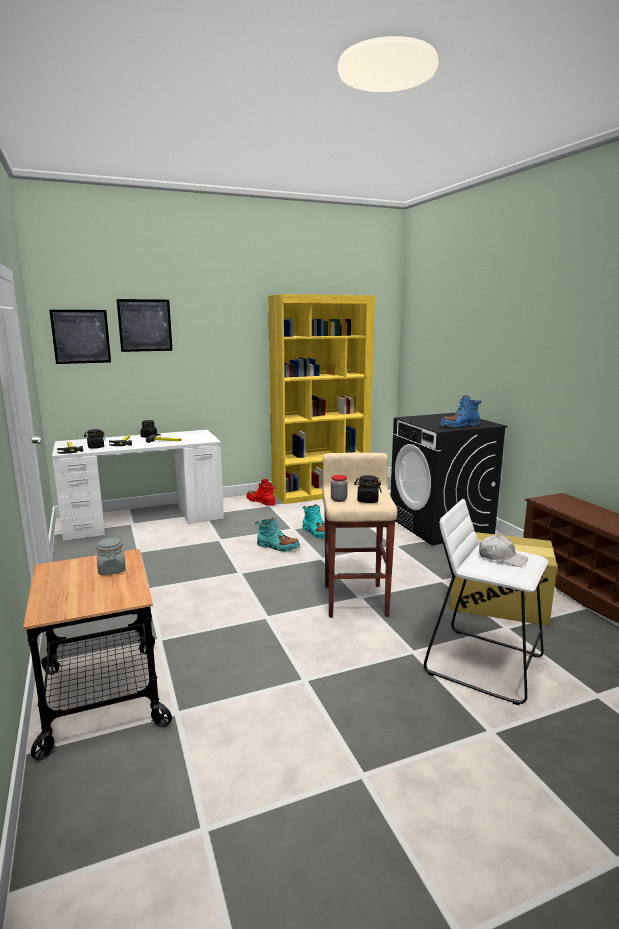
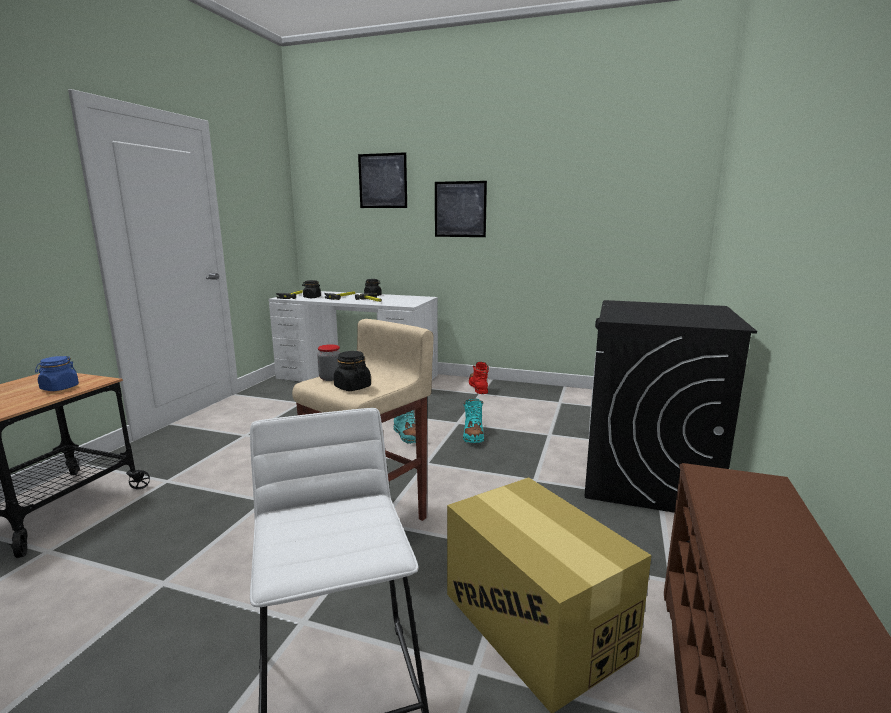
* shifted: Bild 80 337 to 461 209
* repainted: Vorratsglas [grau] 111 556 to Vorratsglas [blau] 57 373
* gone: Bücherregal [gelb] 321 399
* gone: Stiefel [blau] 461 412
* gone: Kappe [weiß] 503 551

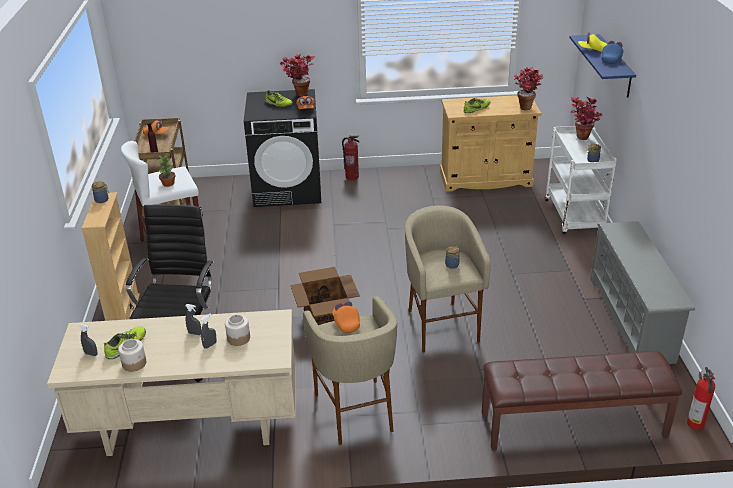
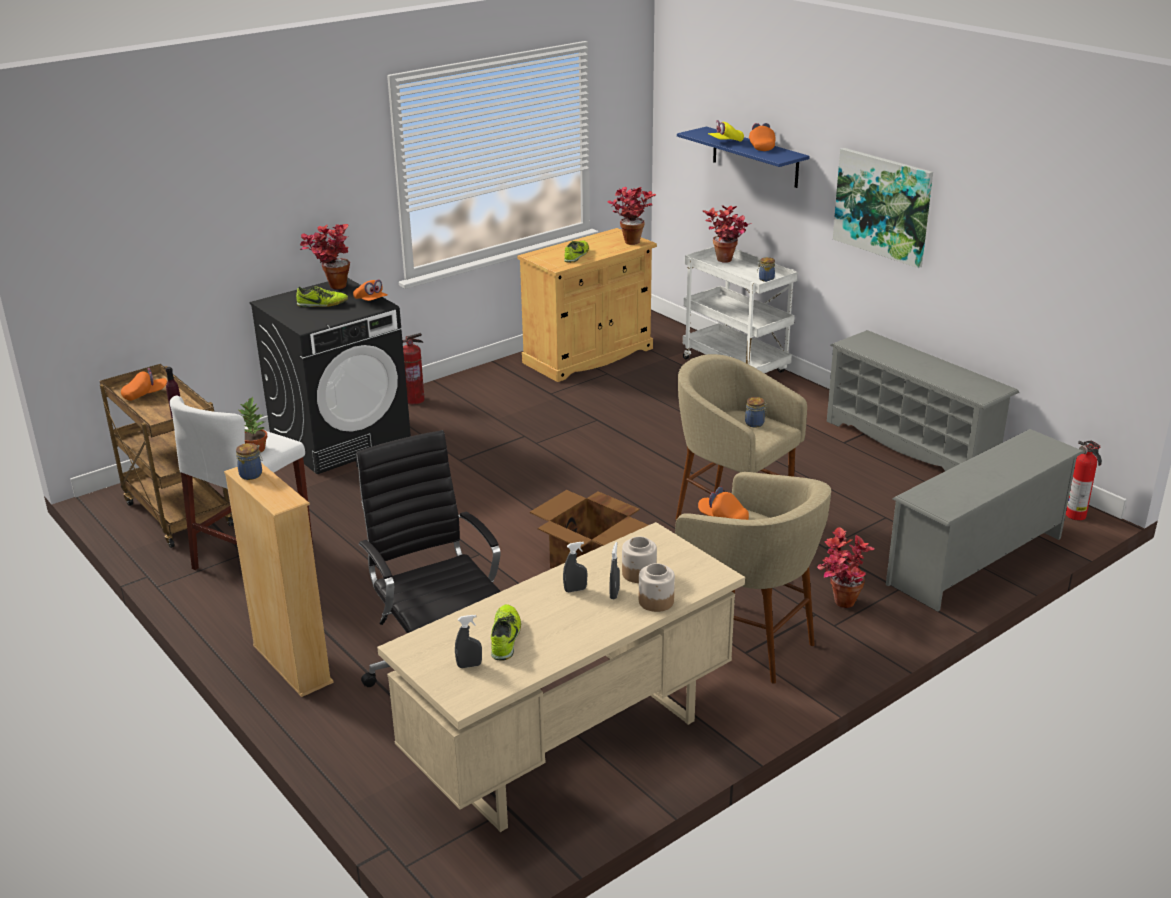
* shifted: Vorratsglas 132 355 to 657 587
* swapped: Bank [braun] 582 400 to Schuhregal [grau] 985 520
* repainted: Kappe [blau] 612 52 to Kappe [orange] 762 137
* new: Topfpflanze 846 567
* new: Bild 883 208

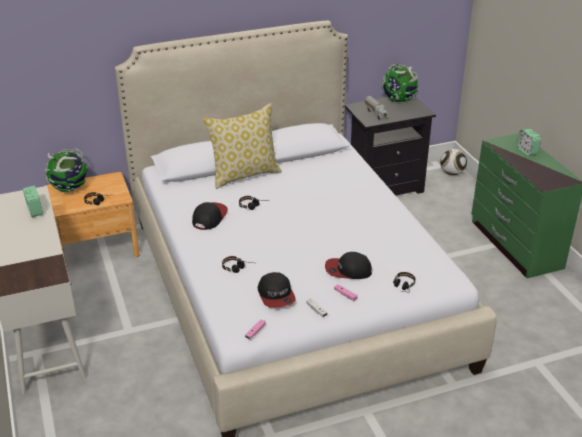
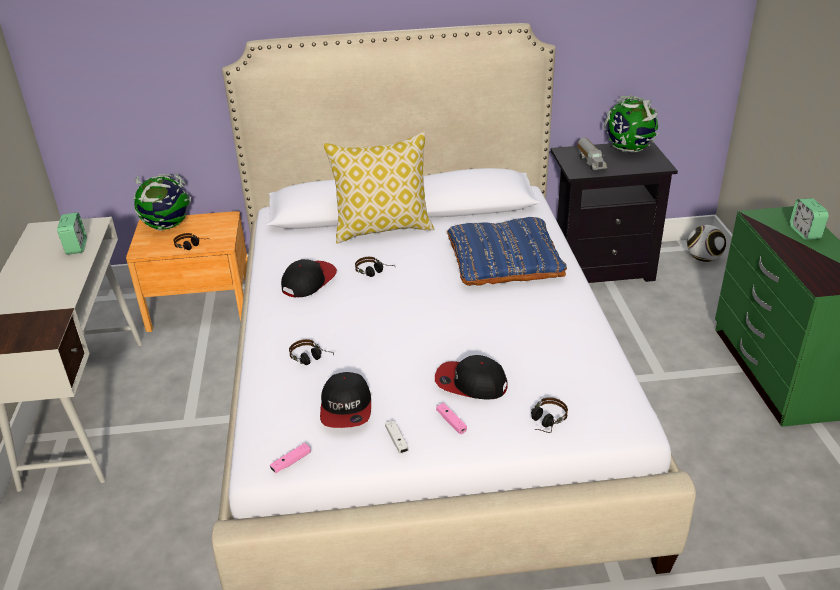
* new: Kissen [blau] 507 251

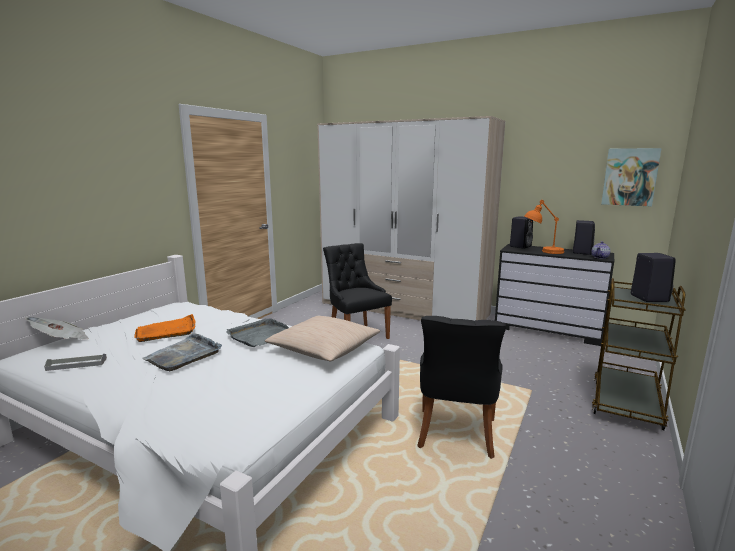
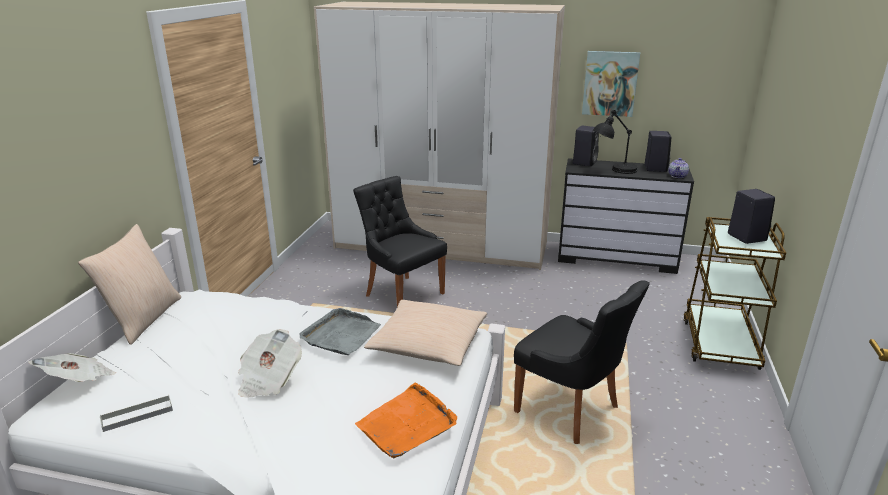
* shifted: Tablett [orange] 164 328 to 406 420
* swapped: Tablett [grau] 182 352 to Zeitung 270 363
* rotated: Stuhl [schwarz] 461 387 = 582 362 45 degrees counterclockwise
* repainted: Tischlampe [orange] 544 227 to Tischlampe [schwarz] 615 142
* shifted: Bild 631 177 to 611 84
* new: Kissen [beige] 129 284

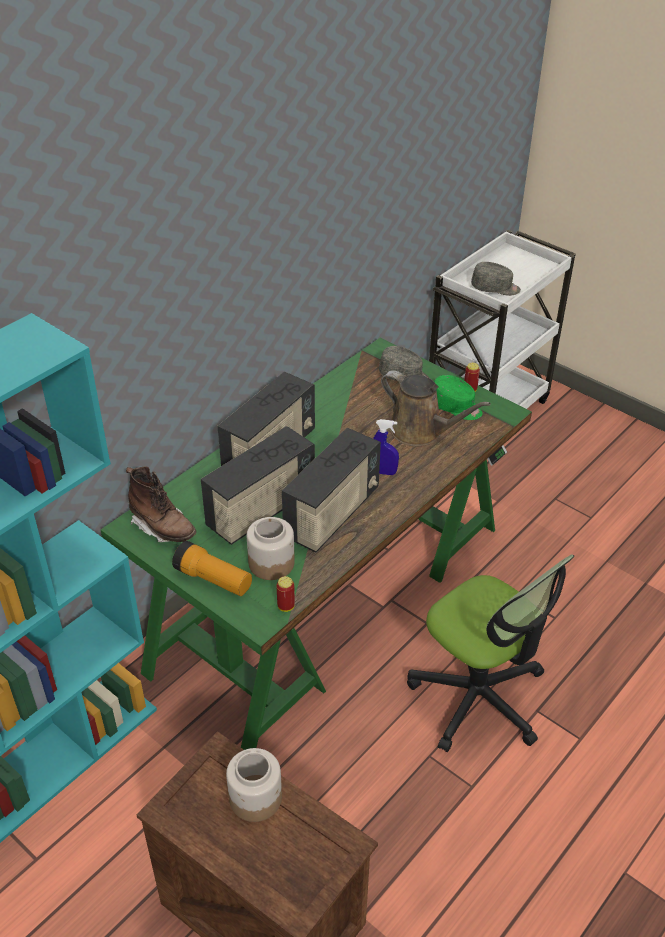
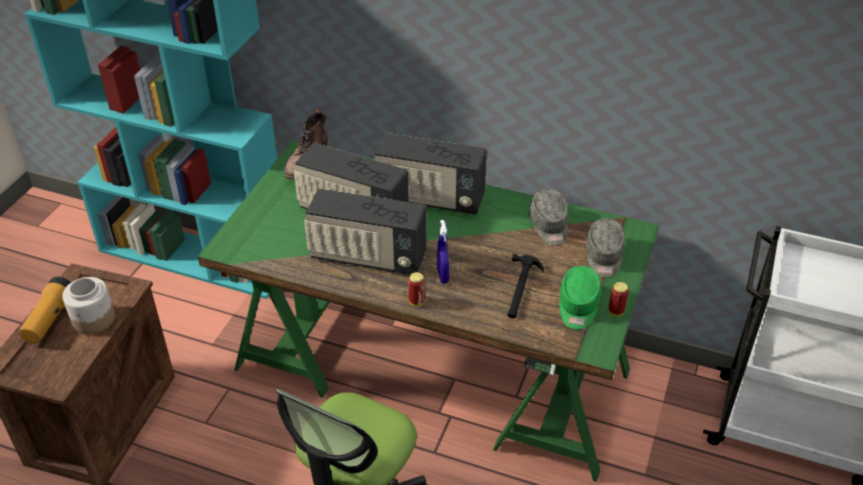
* shifted: Taschenlampe 212 568 to 45 310
* gone: Vorratsglas 271 548
* shifted: Dose 285 594 to 416 289
* swapped: Gießkanne [braun] 436 408 to Hammer 525 286
* shifted: Kappe [grau] 496 279 to 548 217

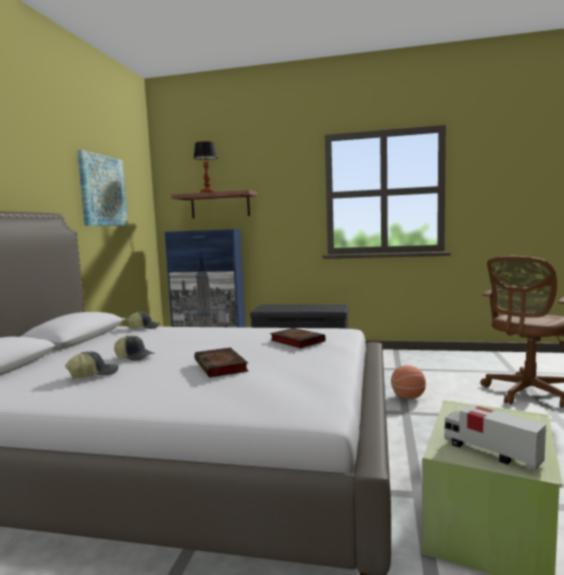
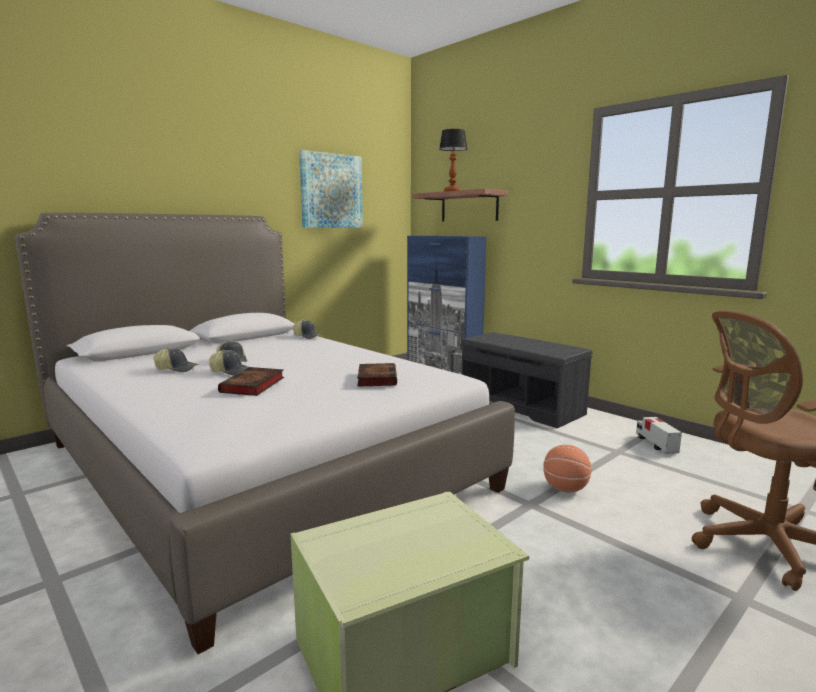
* shifted: Spielzeuglaster 495 437 to 659 435
* new: Kappe 229 363

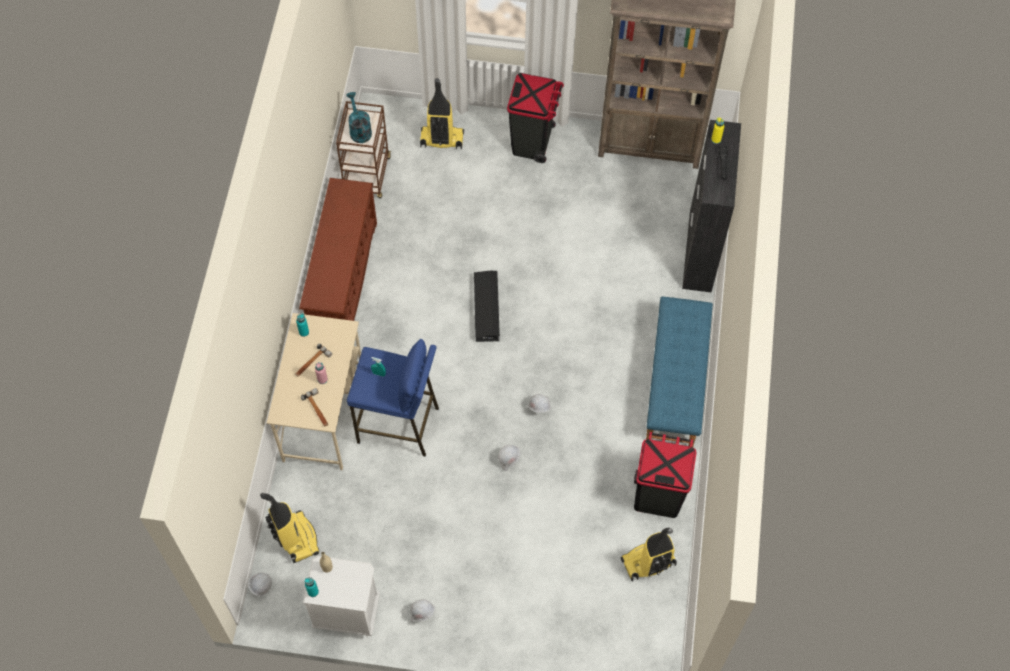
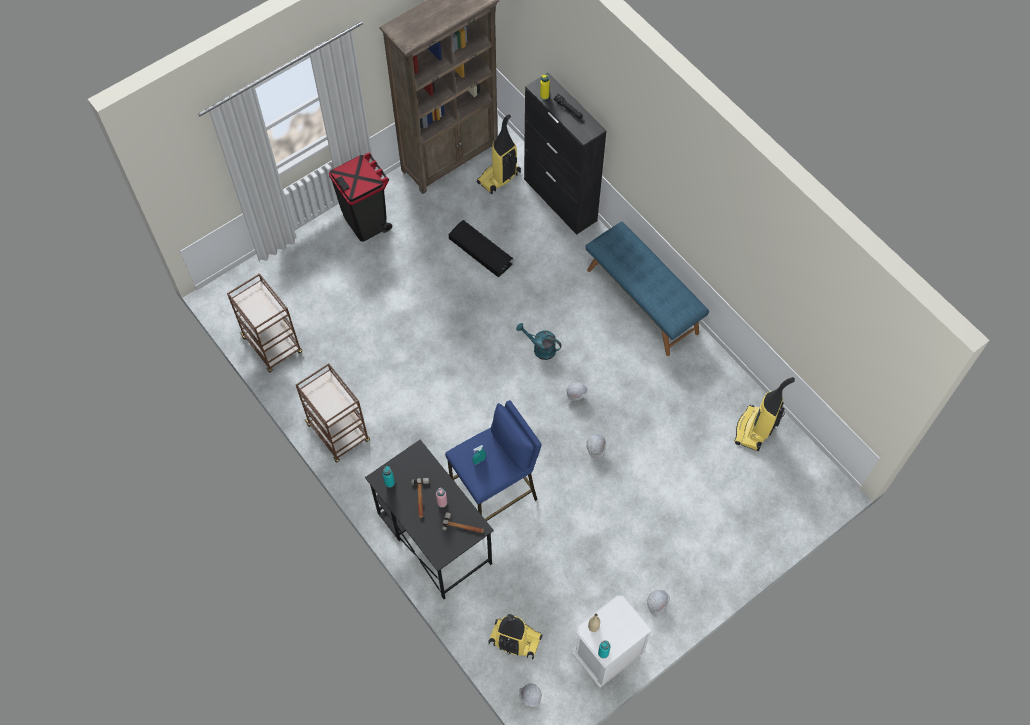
* repainted: Schreibtisch [beige] 314 391 to Schreibtisch [schwarz] 429 519
* swapped: Schuhregal [braun] 338 249 to Rollwagen [braun] 333 412
* shifted: Gießkanne [türkis] 359 117 to 538 341
* shifted: Staubsauger 442 113 to 499 154
* shifted: Aufbewahrungsbox [schwarz] 487 306 to 481 249
* gone: Mülleimer [schwarz] 665 475

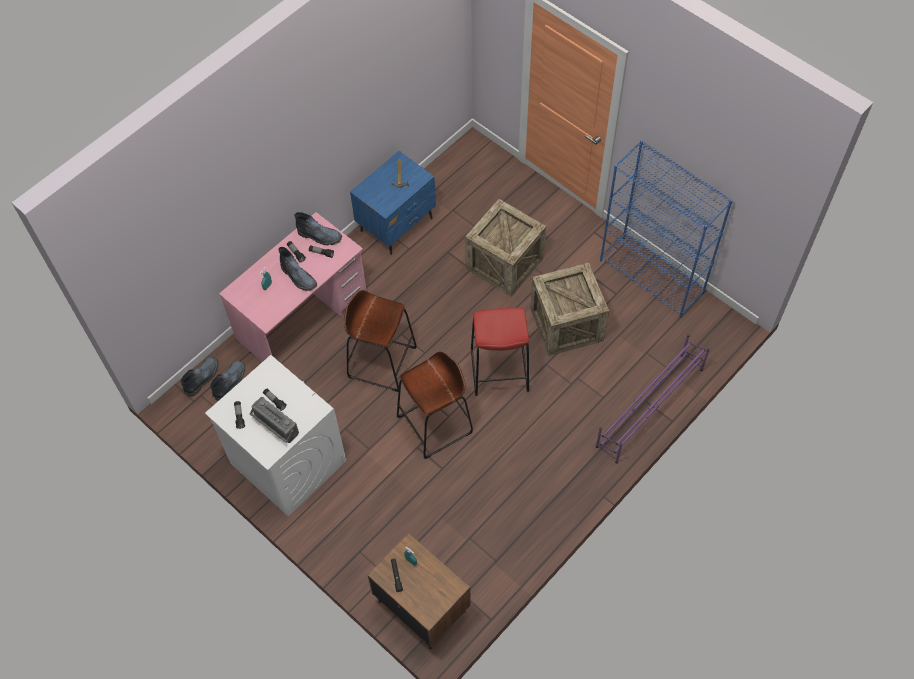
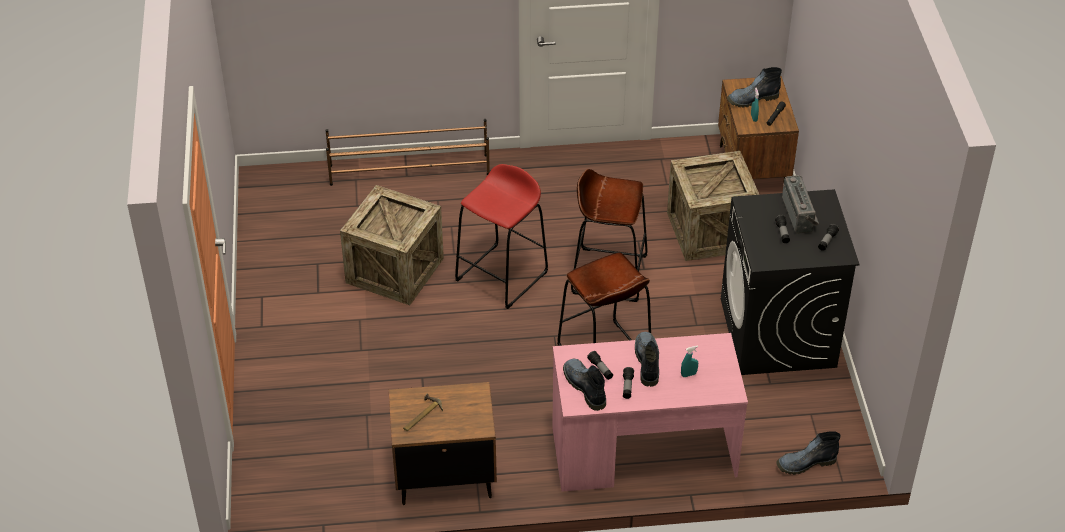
* repainted: Waschmaschine [weiß] 275 436 to Waschmaschine [schwarz] 790 282
* shifted: Stiefel 227 381 to 754 87
* repainted: Nachttisch [blau] 393 203 to Nachttisch [braun] 443 443
* shifted: Kiste 505 248 to 713 206
* repainted: Schuhregal [lila] 653 398 to Schuhregal [braun] 407 152
* gone: Bücherregal [blau] 666 229

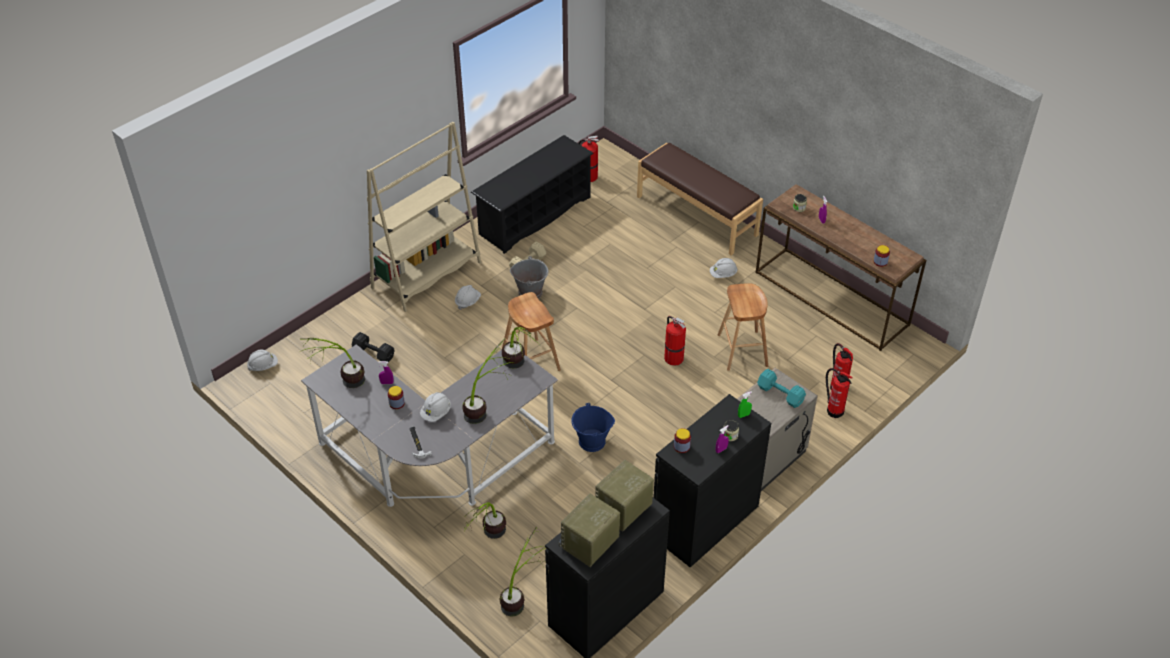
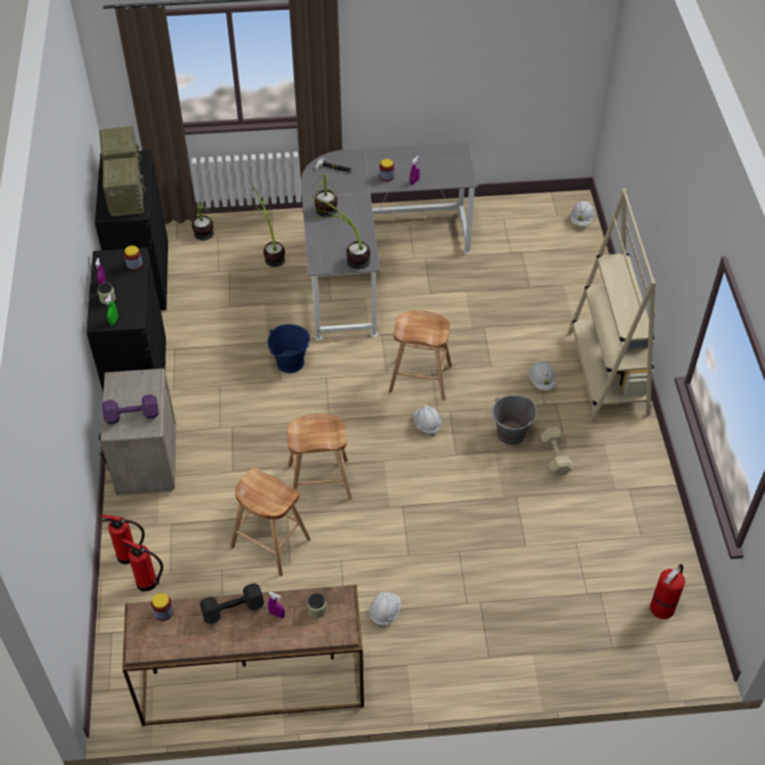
* gone: Topfpflanze 332 363
* shifted: Hantel [schwarz] 373 347 to 232 603
* shifted: Schutzhelm [weiß] 435 407 to 427 420
* gone: Schuhregal [schwarz] 532 194
* gone: Bank [braun] 700 199
* swapped: Feuerlöscher 675 341 to Hocker [braun] 319 456
* repainted: Hantel [türkis] 781 388 to Hantel [lila] 130 409

